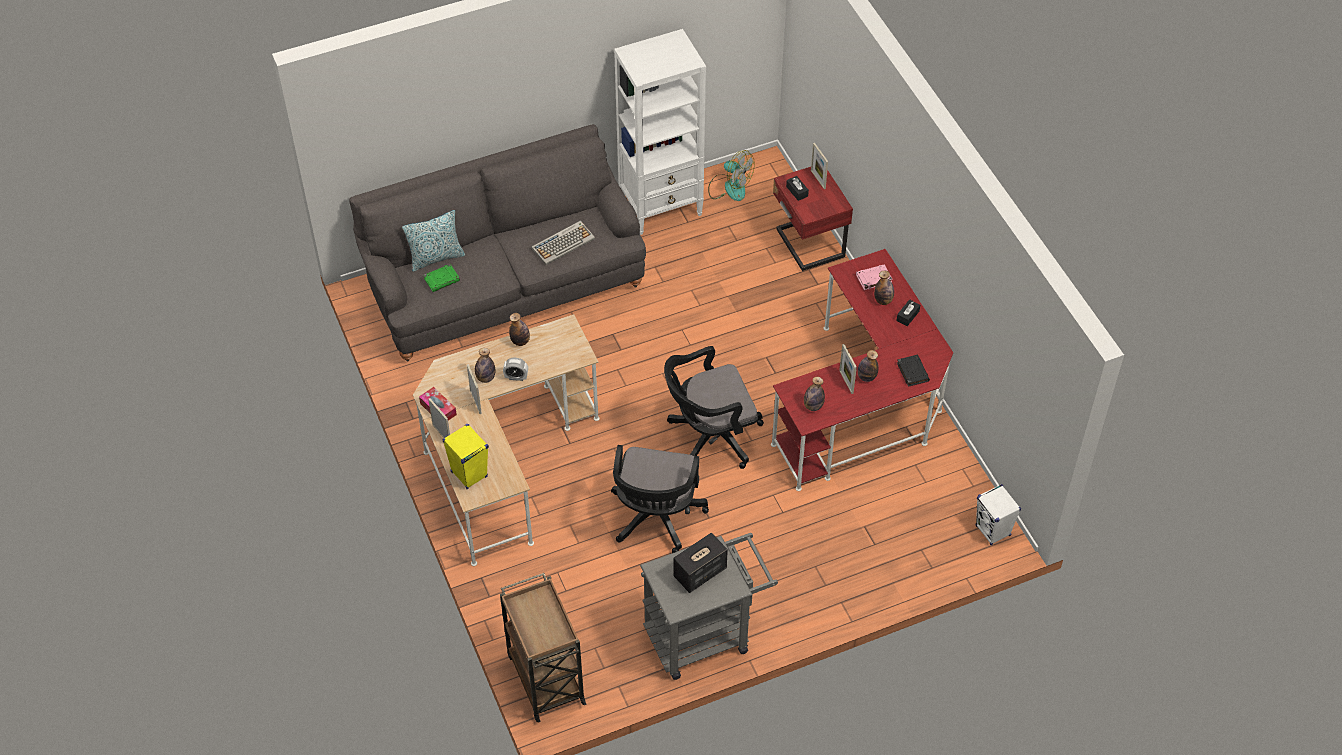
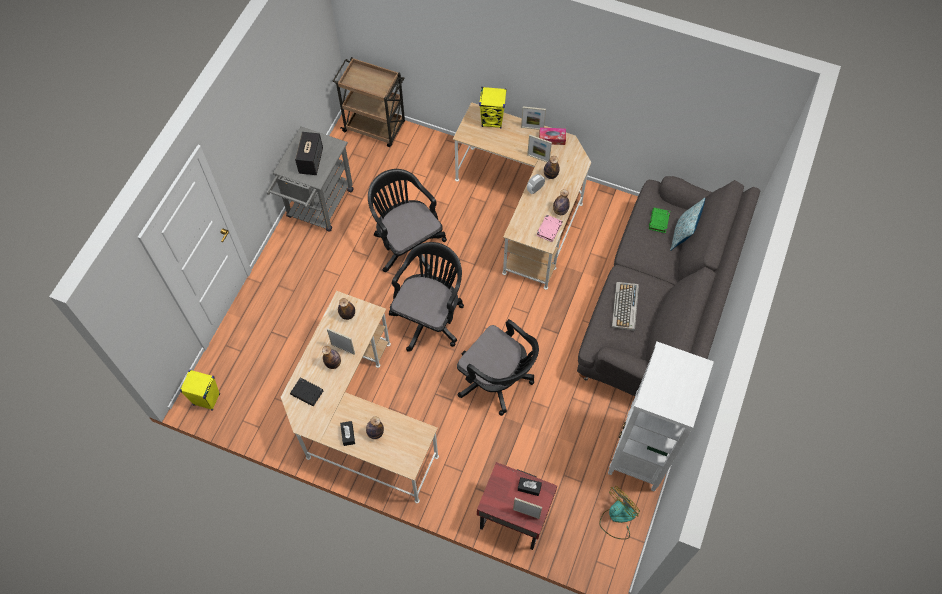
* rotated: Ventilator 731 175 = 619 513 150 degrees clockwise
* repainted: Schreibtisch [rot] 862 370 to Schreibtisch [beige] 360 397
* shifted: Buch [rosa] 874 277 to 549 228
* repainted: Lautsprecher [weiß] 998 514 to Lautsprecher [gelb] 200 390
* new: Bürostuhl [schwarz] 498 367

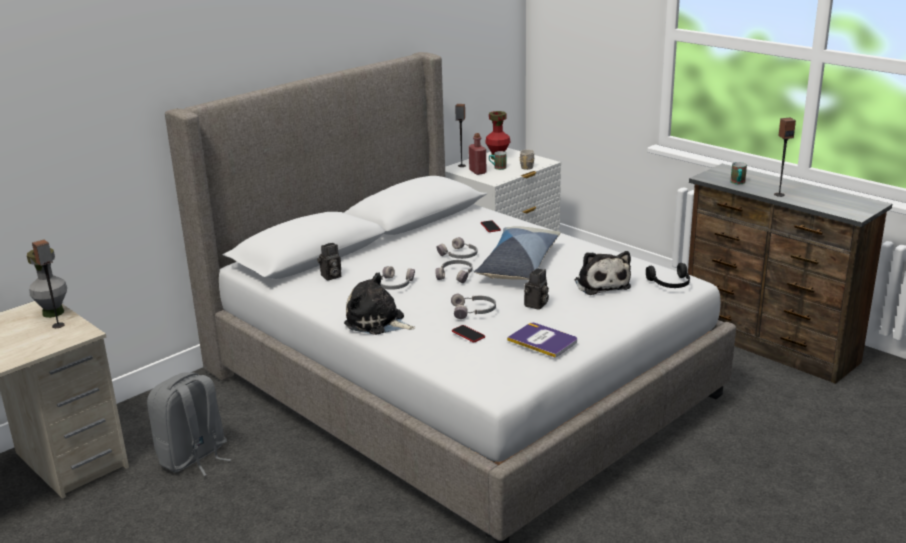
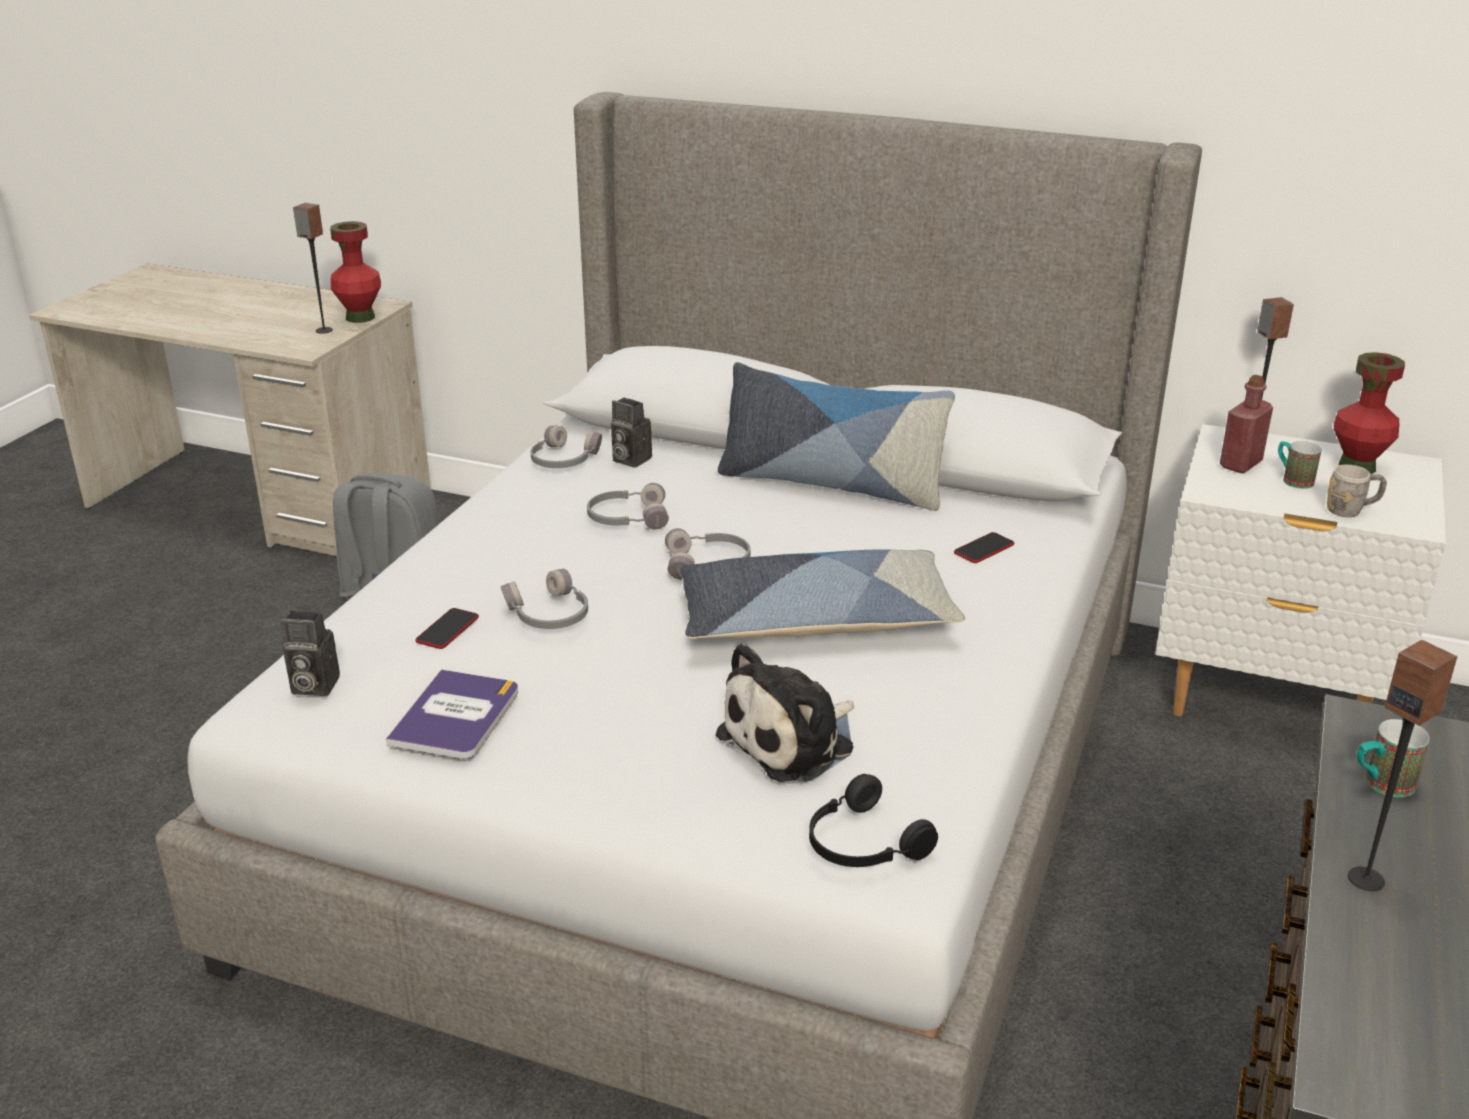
* repainted: Vase [grau] 47 283 to Vase [rot] 355 272
* gone: Plüschtier 379 304
* shifted: Kopfhörer [grau] 457 248 to 566 447
* shifted: Kamera 536 289 to 310 653
* new: Kissen 836 436

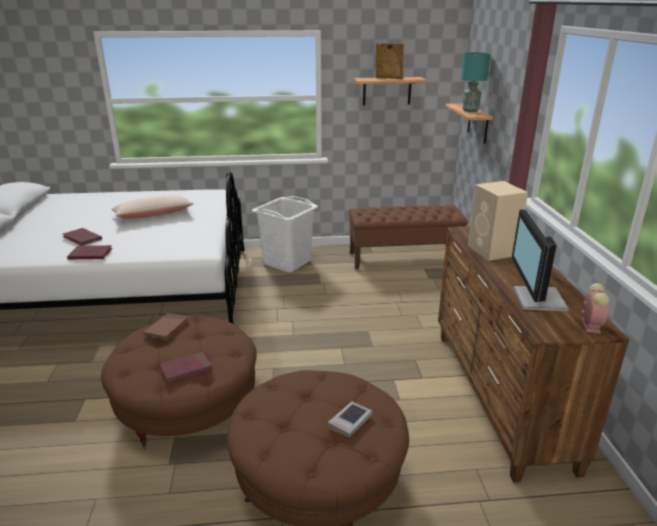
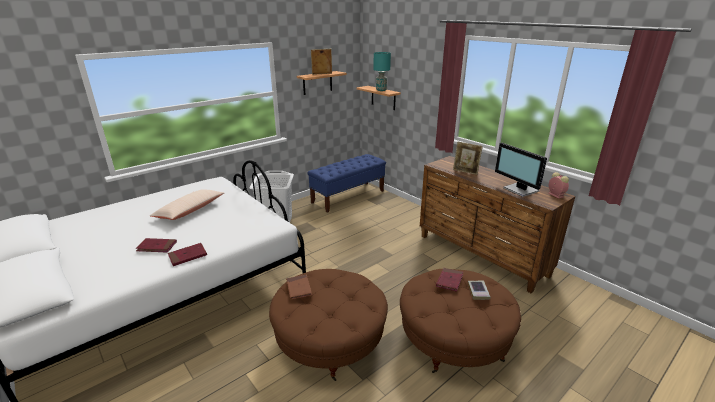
* shifted: Buch [rot] 186 367 to 449 280
* repainted: Bank [braun] 408 237 to Bank [blau] 346 183
* swapped: Lautsprecher [beige] 498 221 to Bilderrahmen 468 158

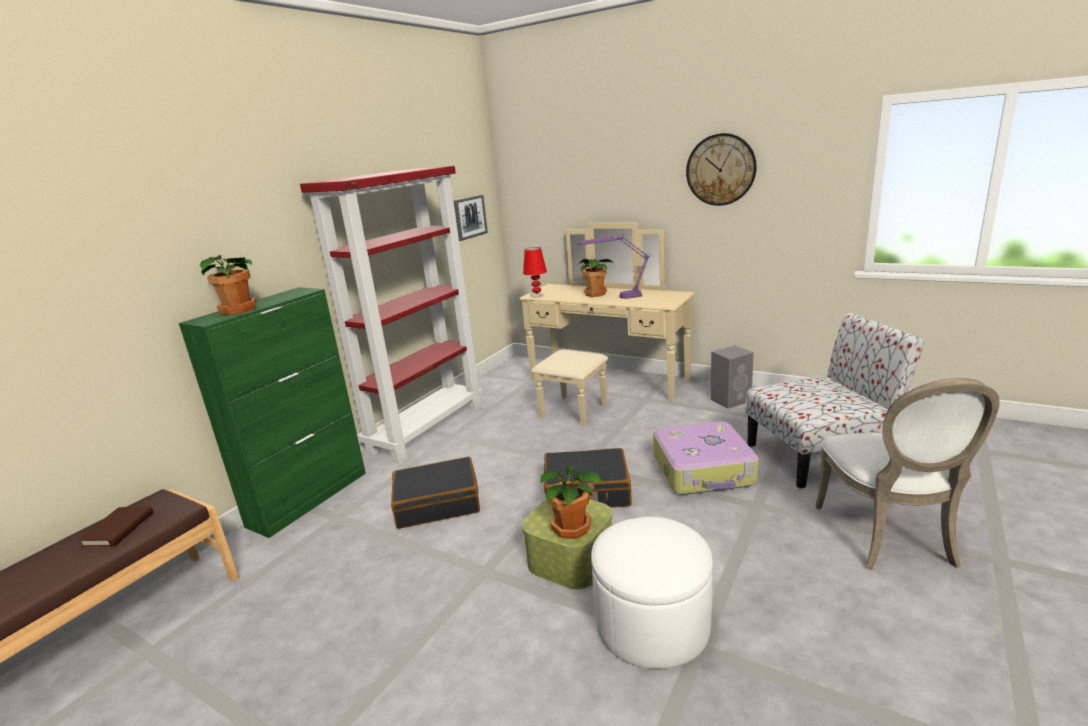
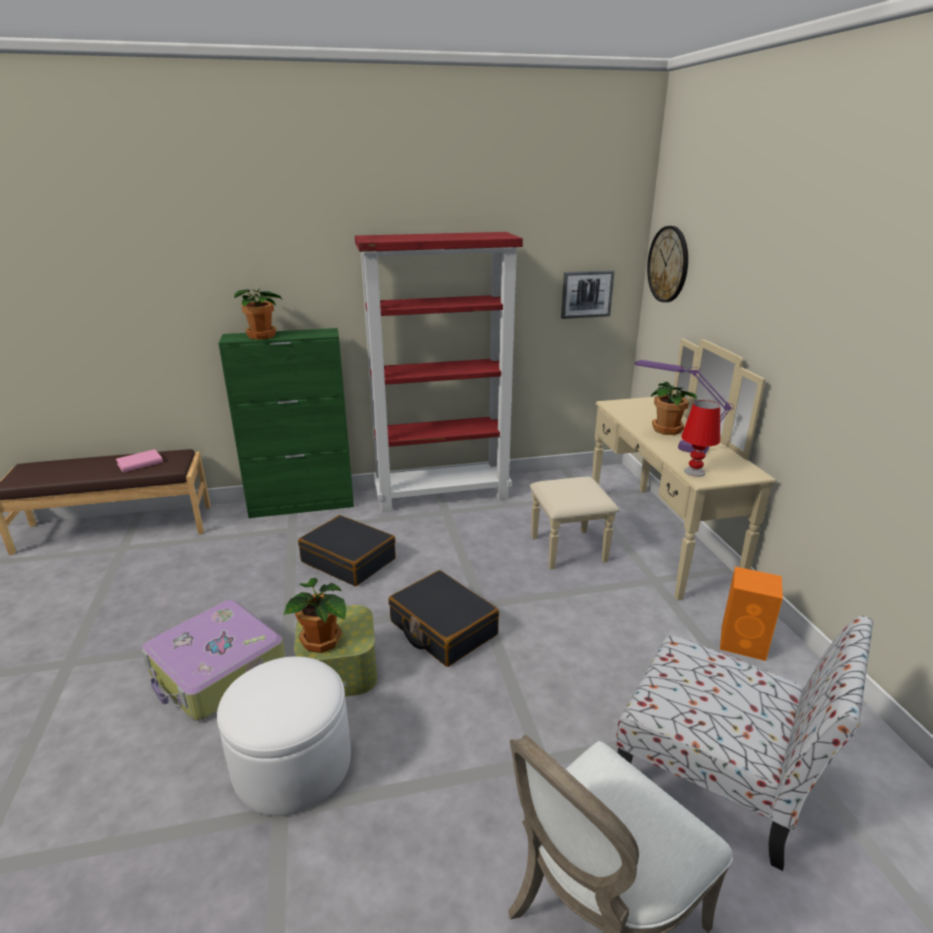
* repainted: Buch [braun] 115 527 to Buch [rosa] 139 461
* shifted: Tischlampe [rot] 535 272 to 700 438
* shifted: Koffer 706 458 to 213 660
* shifted: Wanduhr 721 169 to 667 264
* repainted: Lautsprecher [grau] 732 377 to Lautsprecher [orange] 751 614

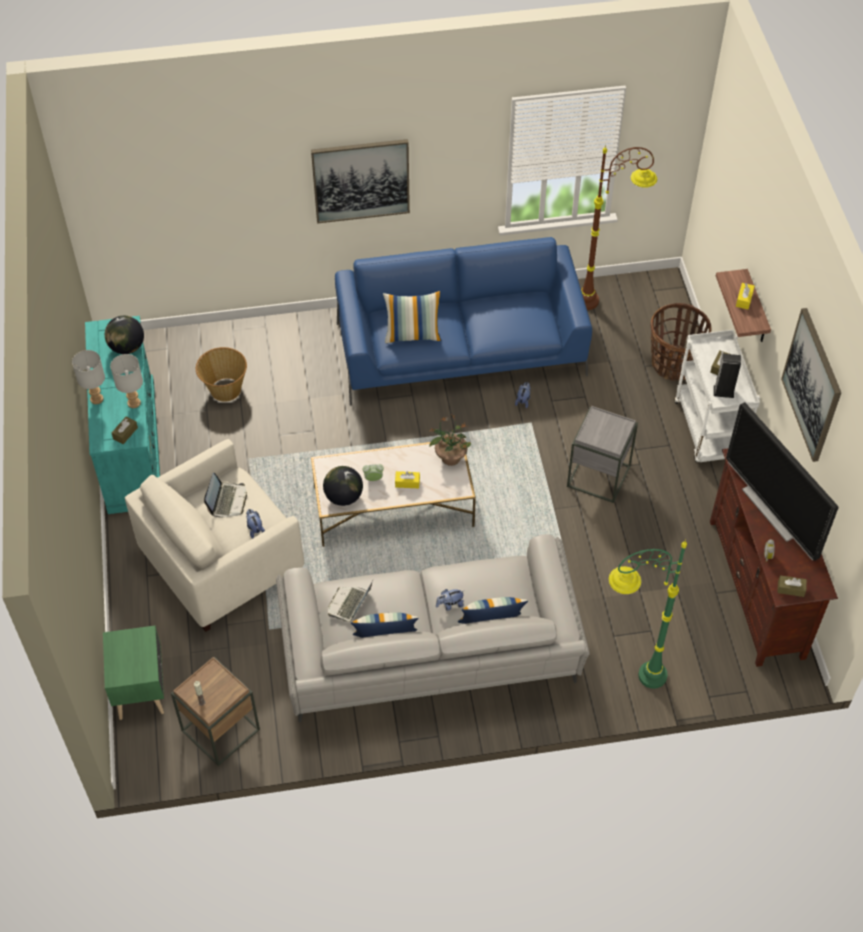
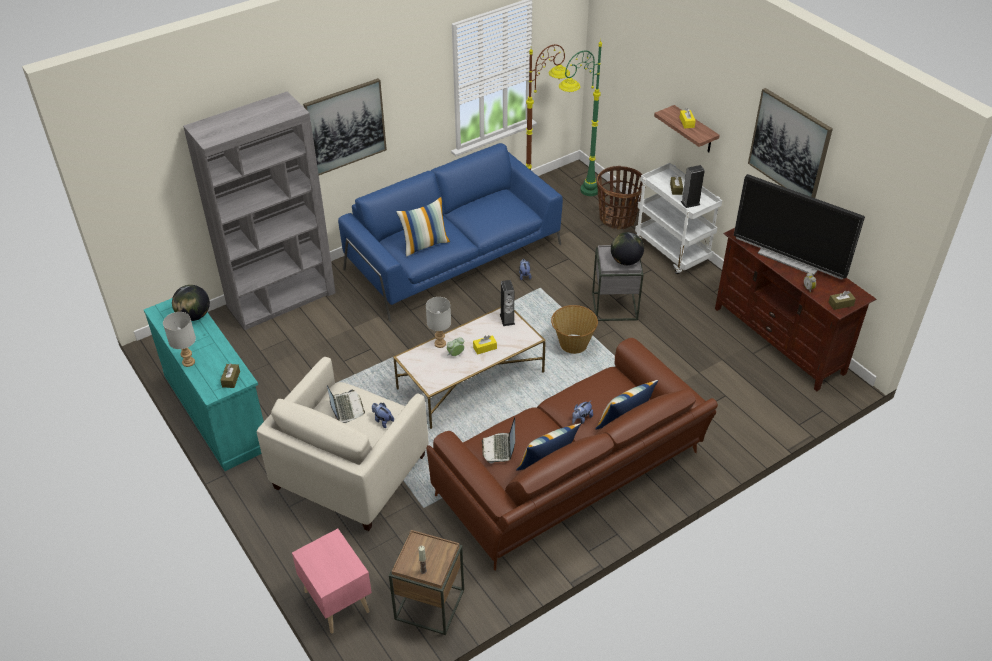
* repainted: Nachttisch [grün] 133 672 to Nachttisch [rosa] 332 581
* shifted: Tischlampe [grau] 126 381 to 438 322
* shifted: Korb 221 374 to 574 329
* repainted: Sofa [grau] 433 628 to Sofa [braun] 572 454
* shifted: Globus 343 486 to 627 248
* swapped: Topfpflanze 450 440 to Lautsprecher 507 303
* shifted: Stehlampe [grün] 648 614 to 580 118
* new: Bücherregal [grau] 259 210

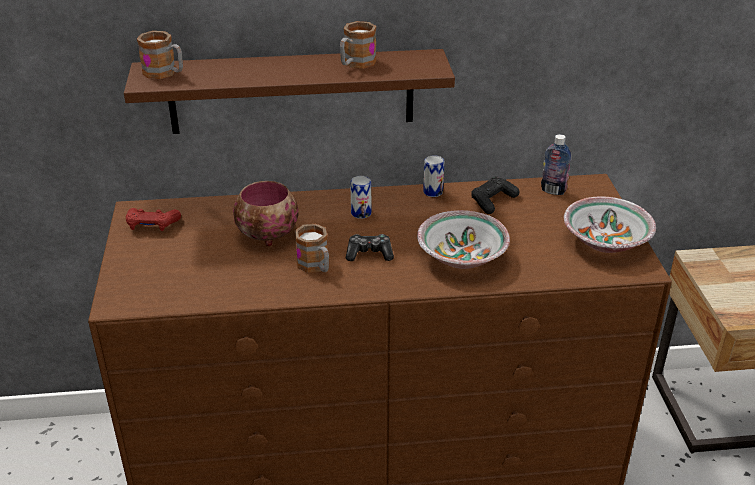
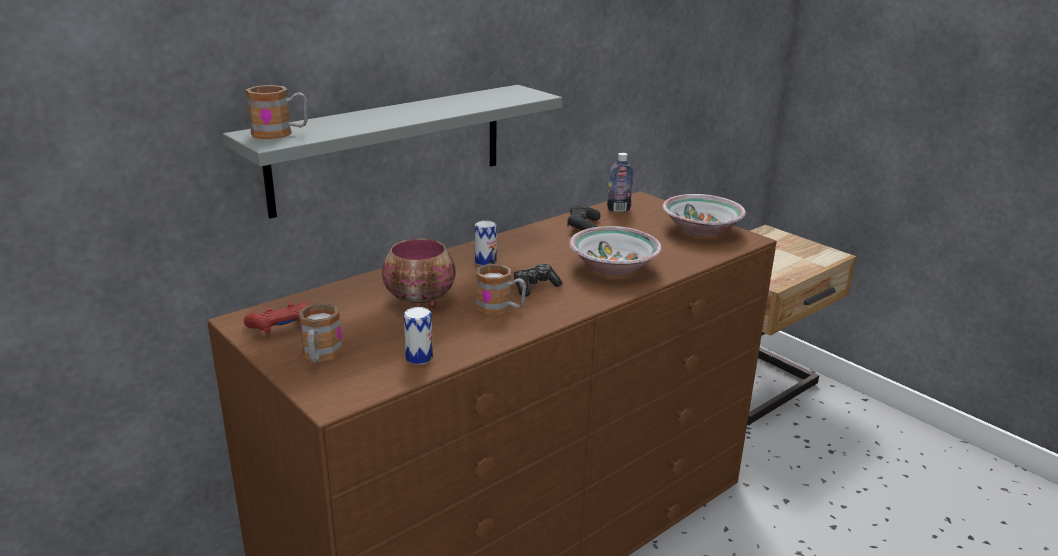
* repainted: Wandregal [braun] 289 91 to Wandregal [grau] 392 151
* shifted: Henkelbecher 358 45 to 320 333
* shifted: Dose 434 176 to 418 335

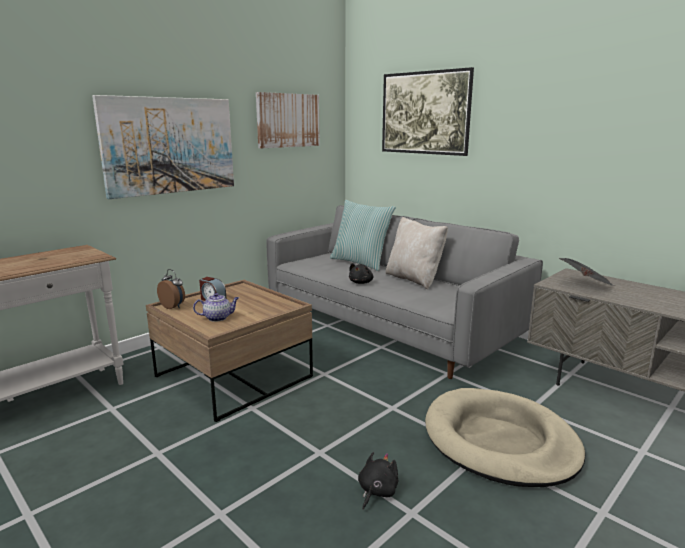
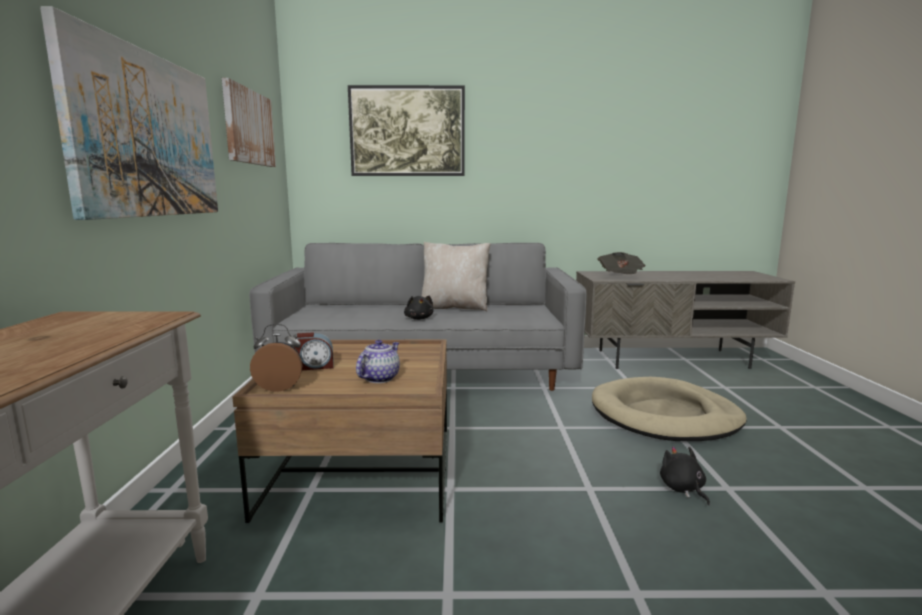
* gone: Kissen 363 235

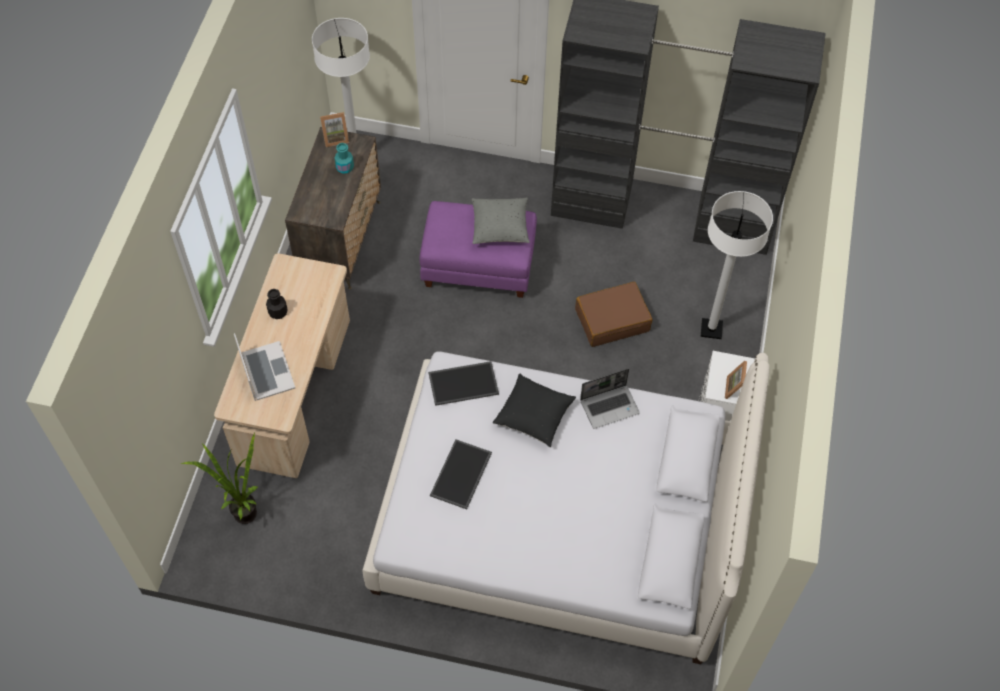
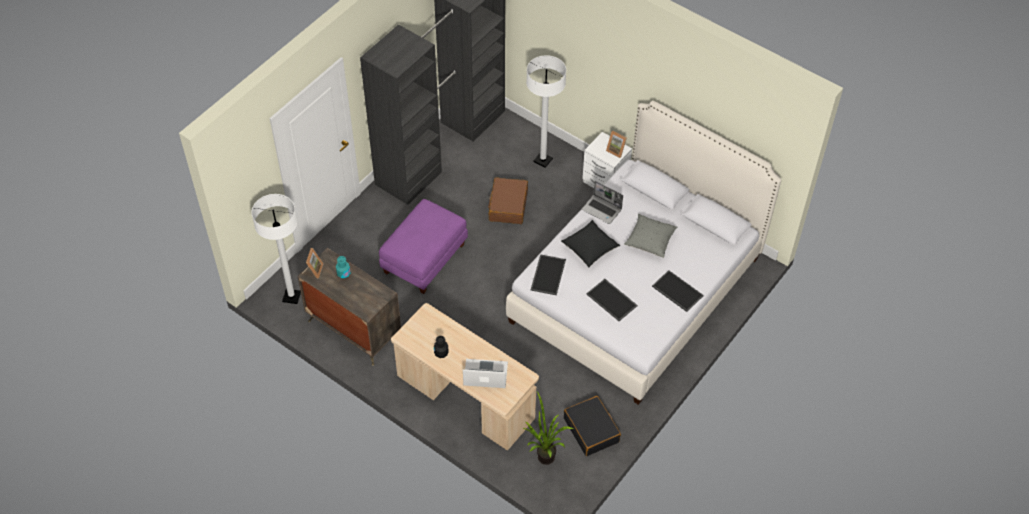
* shifted: Kissen [grau] 501 220 to 651 236
* rotated: Laptop 610 398 = 602 202 120 degrees clockwise
* new: Koffer [schwarz] 592 426
* new: Tablett 678 291

